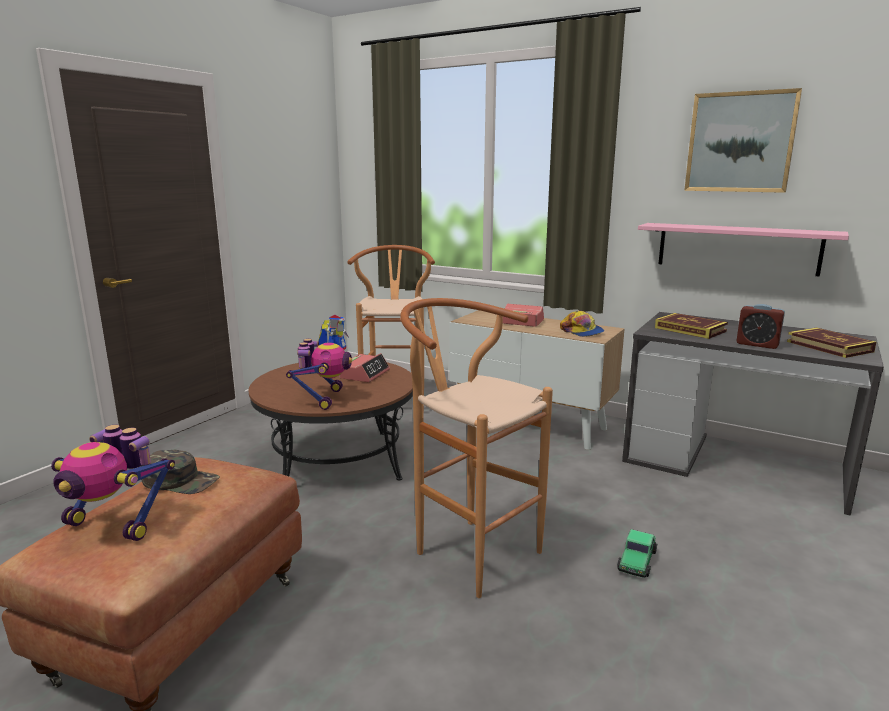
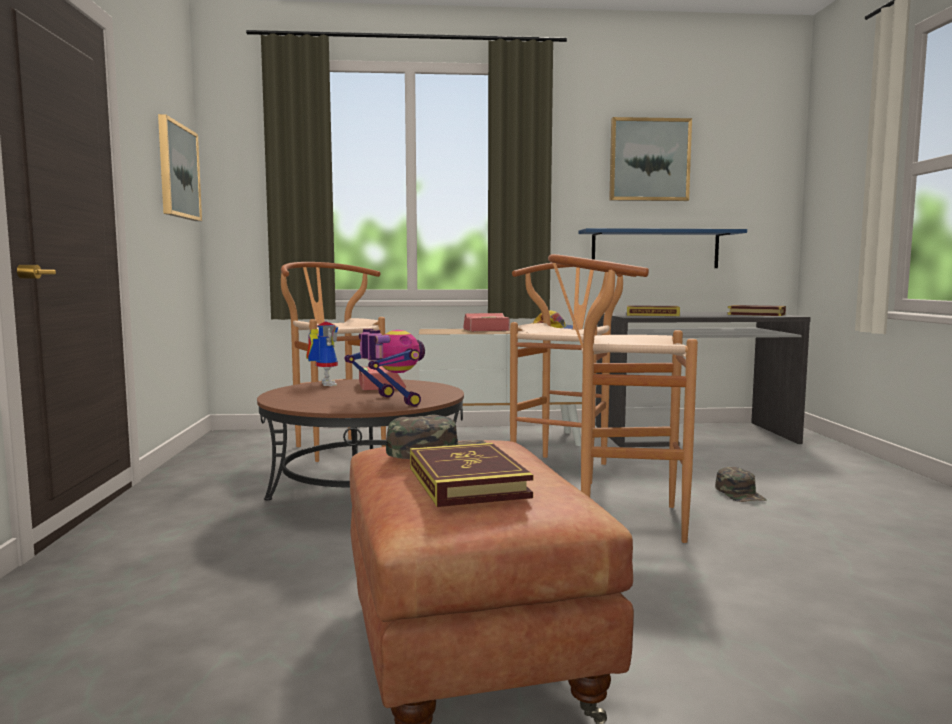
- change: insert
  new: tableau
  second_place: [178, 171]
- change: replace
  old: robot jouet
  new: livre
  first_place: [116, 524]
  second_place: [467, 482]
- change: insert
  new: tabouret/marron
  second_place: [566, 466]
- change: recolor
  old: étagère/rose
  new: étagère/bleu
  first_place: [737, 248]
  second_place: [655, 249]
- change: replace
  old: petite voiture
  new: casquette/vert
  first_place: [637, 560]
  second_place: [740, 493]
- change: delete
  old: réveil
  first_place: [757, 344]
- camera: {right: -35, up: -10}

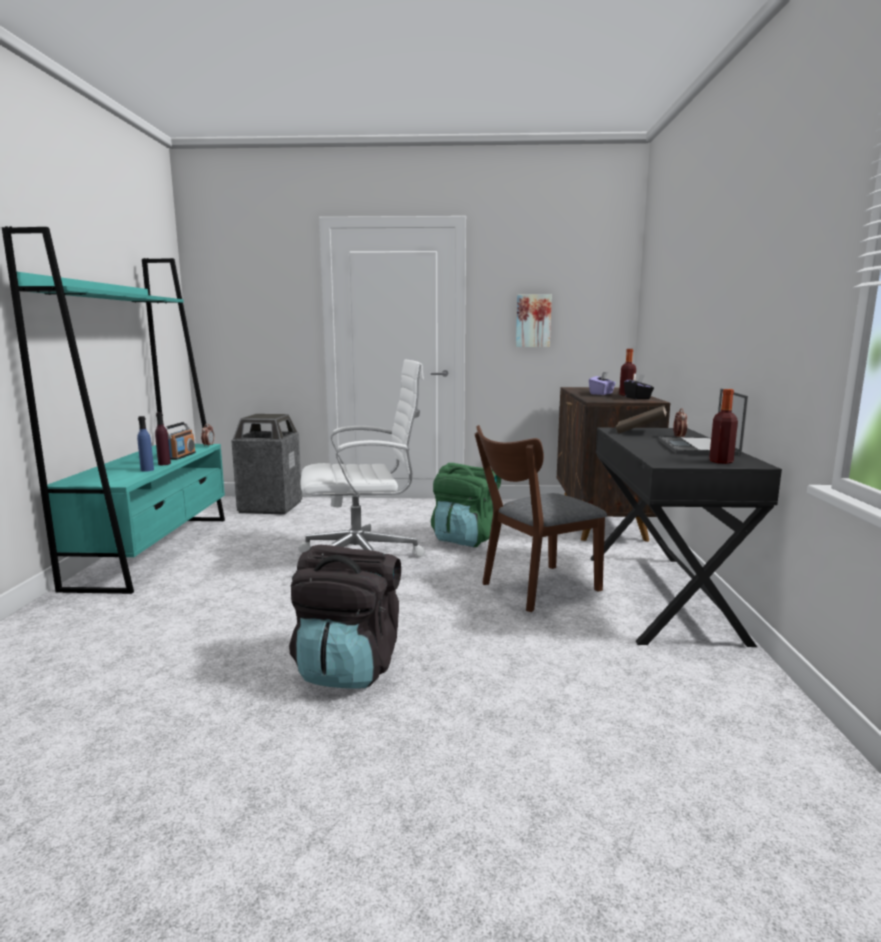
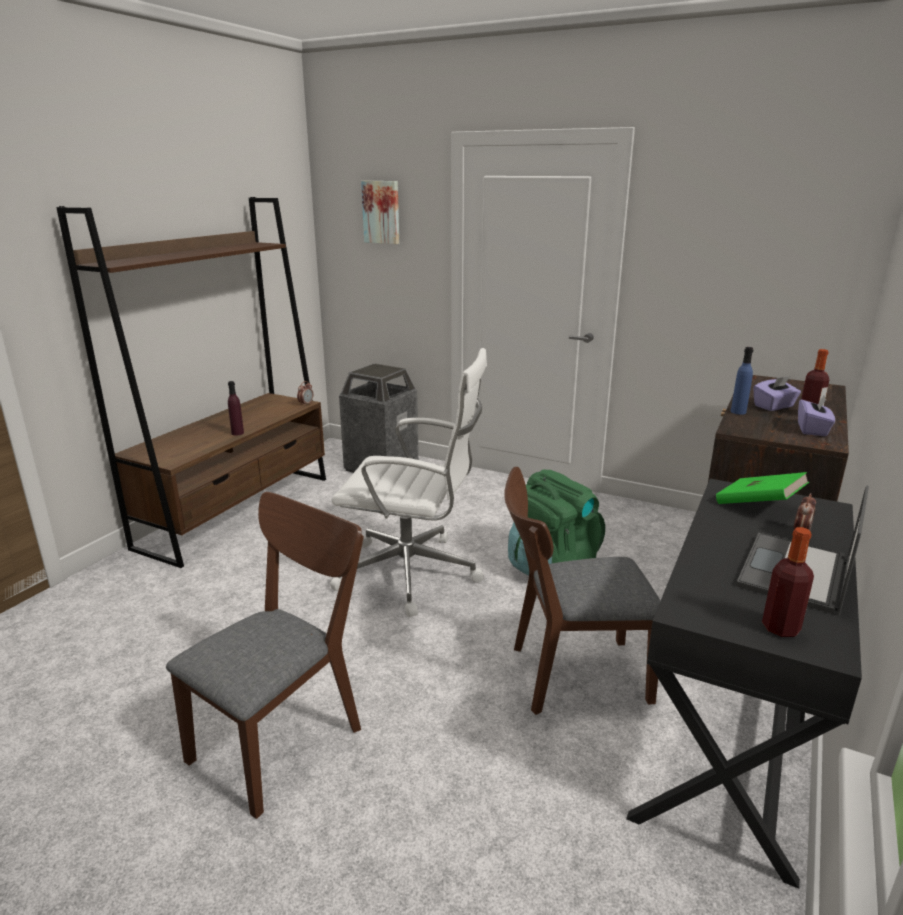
- change: recolor
  old: bibliothèque/turquoise
  new: bibliothèque/marron
  first_place: [154, 550]
  second_place: [238, 511]
- change: replace
  old: sac à dos/noir
  new: chaise/marron
  first_place: [349, 667]
  second_place: [285, 735]
- change: move
  old: tableau
  first_place: [533, 321]
  second_place: [382, 212]
- change: recolor
  old: livre/marron
  new: livre/vert
  first_place: [640, 432]
  second_place: [758, 505]
- change: move
  old: bouteille/bleu
  first_place: [147, 470]
  second_place: [738, 412]
- change: recolor
  old: boîte à mouchoirs/noir
  new: boîte à mouchoirs/violet
  first_place: [637, 398]
  second_place: [812, 429]
- change: delete
  old: radio
  first_place: [181, 456]
- camera: {right: 25, up: 10}

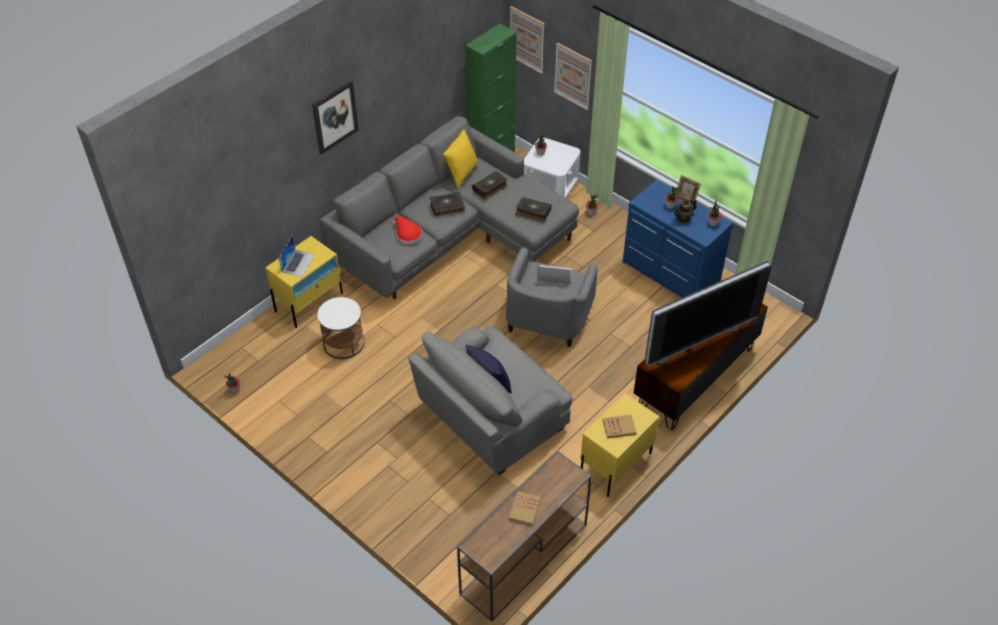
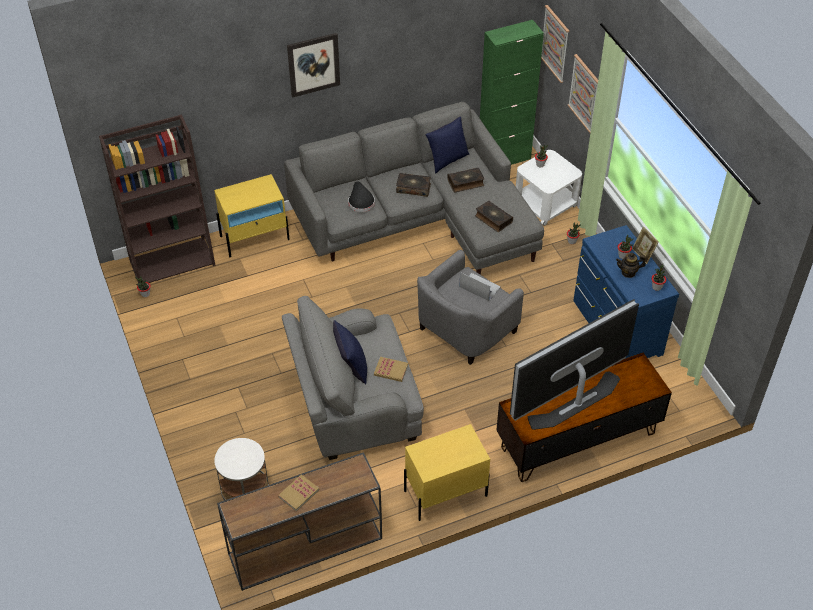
- change: insert
  new: bibliothèque/marron
  second_place: [173, 261]
- change: move
  old: table d'appoint/blanc
  first_place: [343, 343]
  second_place: [244, 487]
- change: recolor
  old: chapeau/rouge
  new: chapeau/noir
  first_place: [407, 234]
  second_place: [360, 201]
- change: move
  old: livre
  first_place: [619, 427]
  second_place: [391, 370]
- change: recolor
  old: coussin/jaune
  new: coussin/bleu
  first_place: [461, 174]
  second_place: [447, 160]
- change: rotate
  old: téléviseur
  first_place: [696, 342]
  second_place: [573, 400]
  degrees: 150
- change: delete
  old: ordinateur portable
  first_place: [298, 263]
- camera: {right: 25, up: 0}

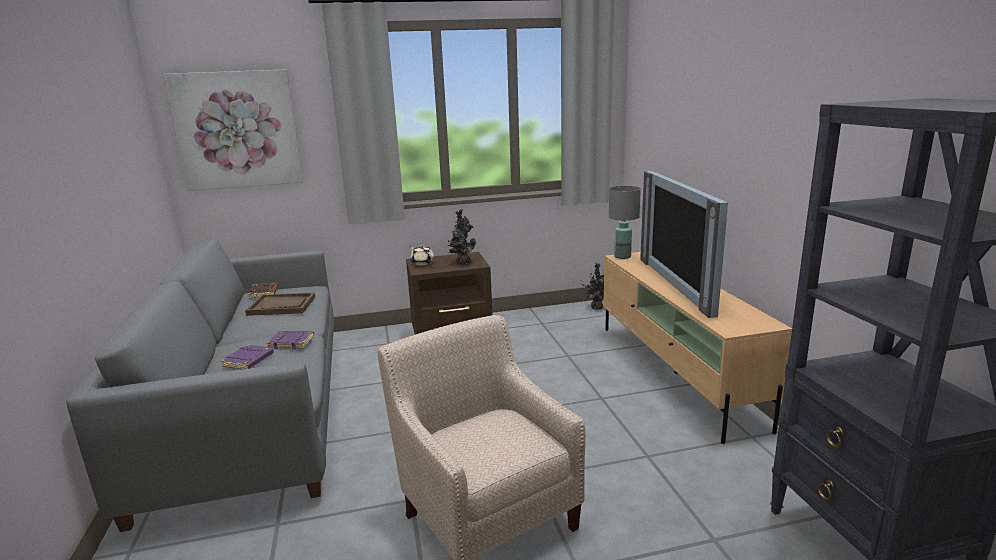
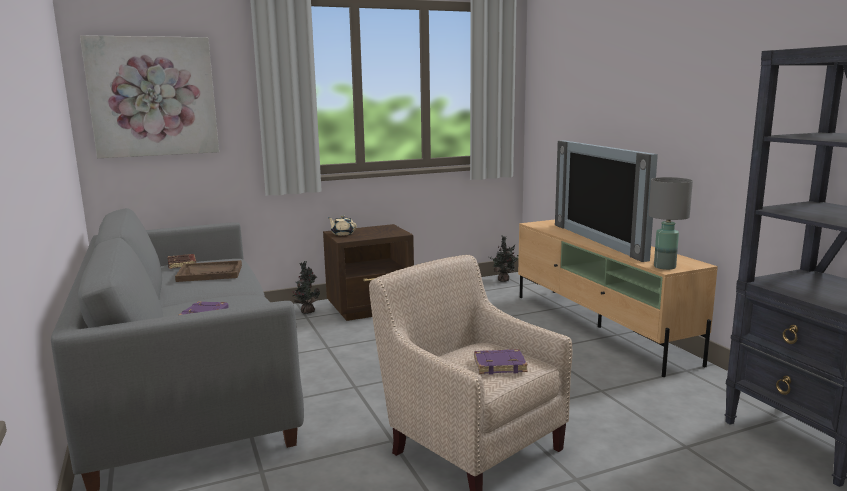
- change: move
  old: plante en pot
  first_place: [462, 262]
  second_place: [306, 311]
- change: move
  old: livre/violet
  first_place: [292, 342]
  second_place: [500, 365]
- change: move
  old: lampe de table/gris
  first_place: [622, 257]
  second_place: [664, 267]
- camera: {right: -10, up: -5}

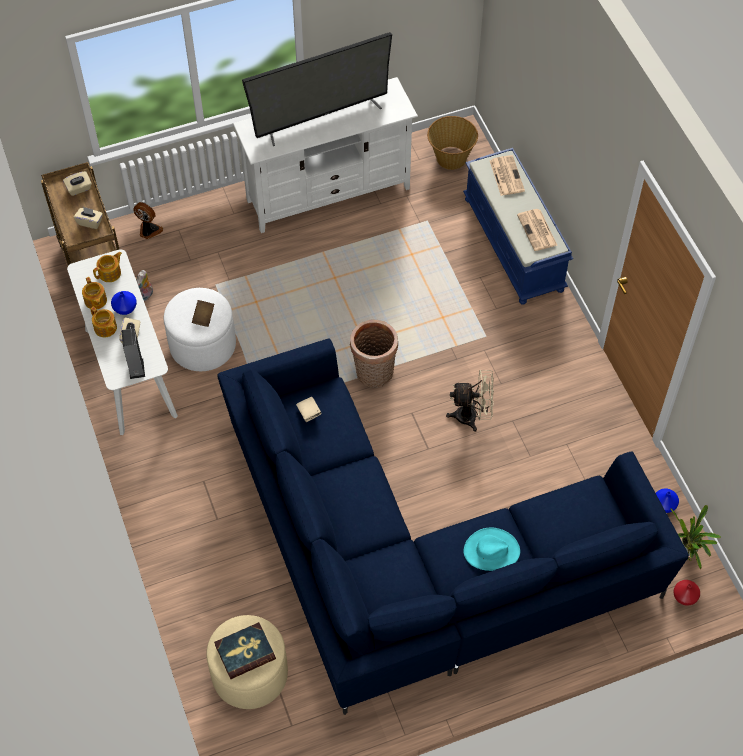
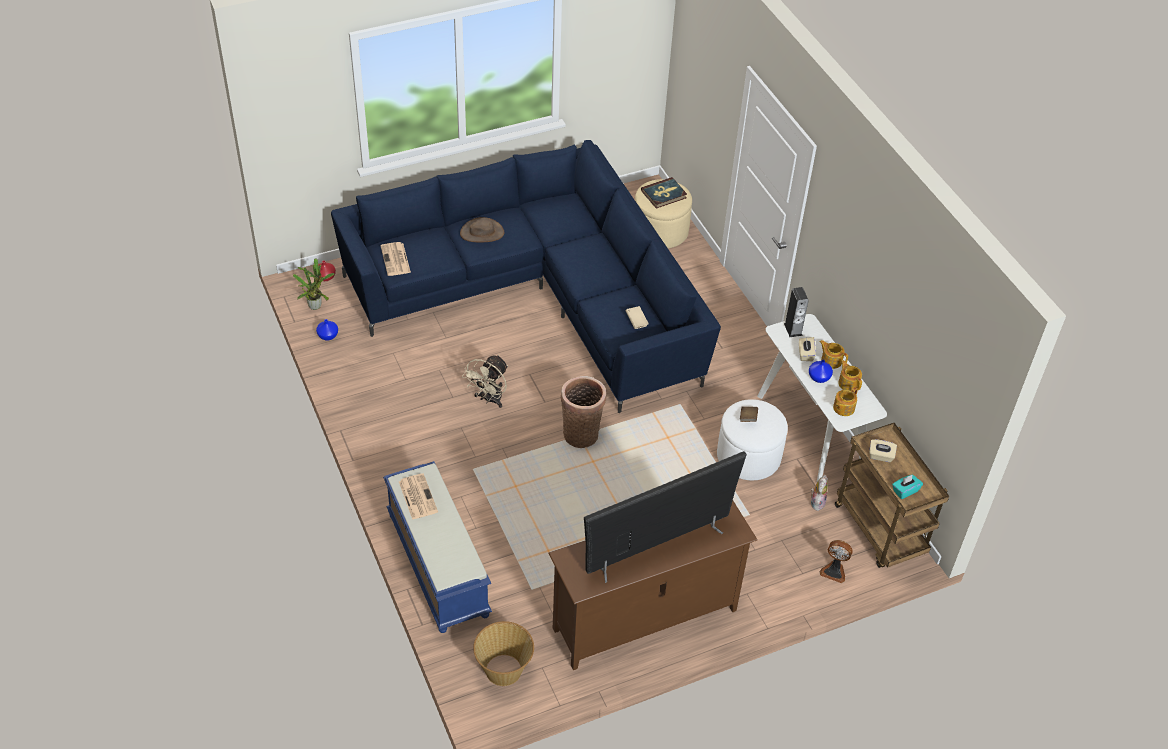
- change: move
  old: journal
  first_place: [506, 175]
  second_place: [396, 260]
- change: recolor
  old: chapeau/turquoise
  new: chapeau/marron
  first_place: [491, 551]
  second_place: [482, 233]
- change: rotate
  old: ventilateur/beige
  first_place: [472, 416]
  second_place: [489, 399]
  degrees: -60
- change: recolor
  old: meuble télé/blanc
  new: meuble télé/marron
  first_place: [328, 193]
  second_place: [645, 620]
- change: recolor
  old: boîte à mouchoirs/beige
  new: boîte à mouchoirs/turquoise
  first_place: [79, 189]
  second_place: [905, 491]
- camera: {right: 175, up: -10}

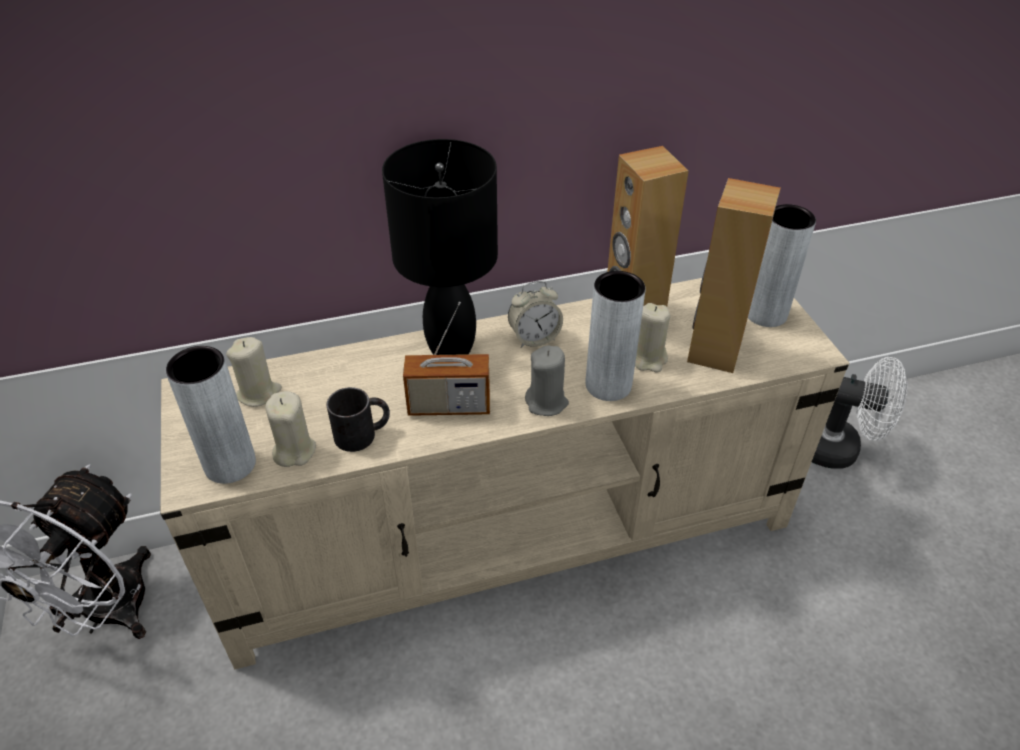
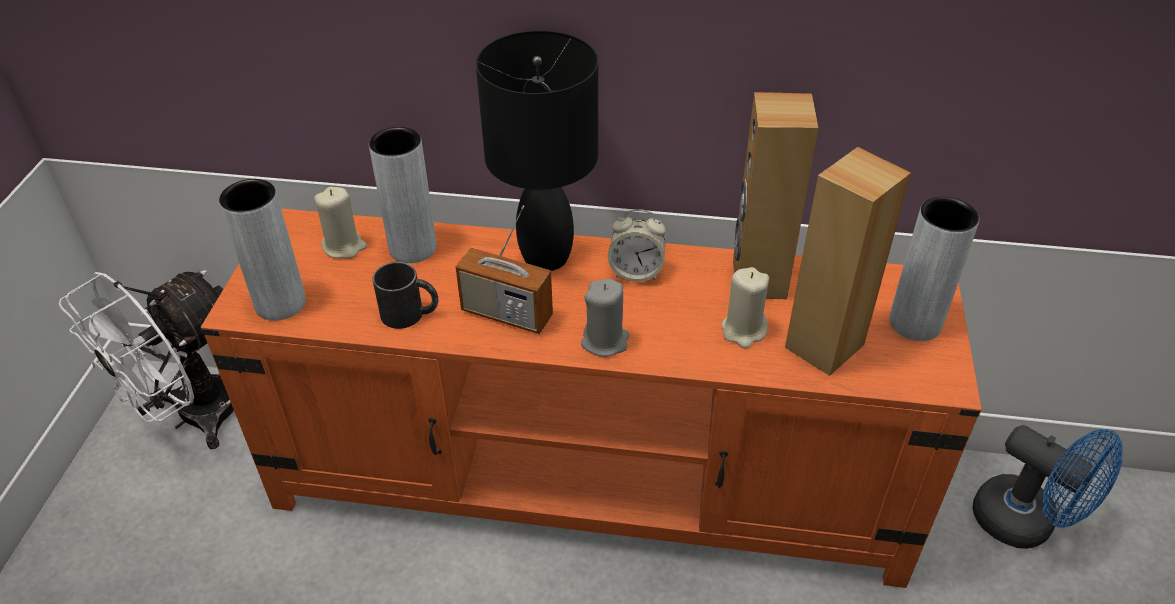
- change: recolor
  old: meuble télé/beige
  new: meuble télé/orange
  first_place: [511, 535]
  second_place: [592, 481]
- change: move
  old: vase/gris
  first_place: [608, 385]
  second_place: [413, 248]
- change: recolor
  old: ventilateur/blanc
  new: ventilateur/bleu
  first_place: [838, 449]
  second_place: [1026, 524]
- change: delete
  old: bougie/beige
  first_place: [294, 450]
- camera: {right: 25, up: 0}

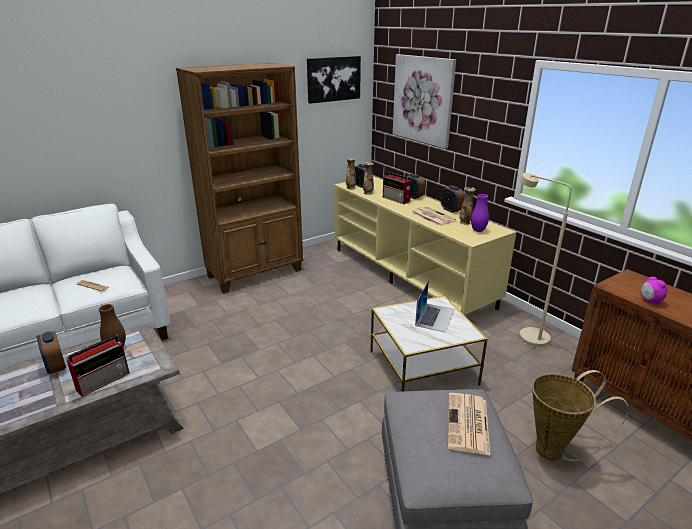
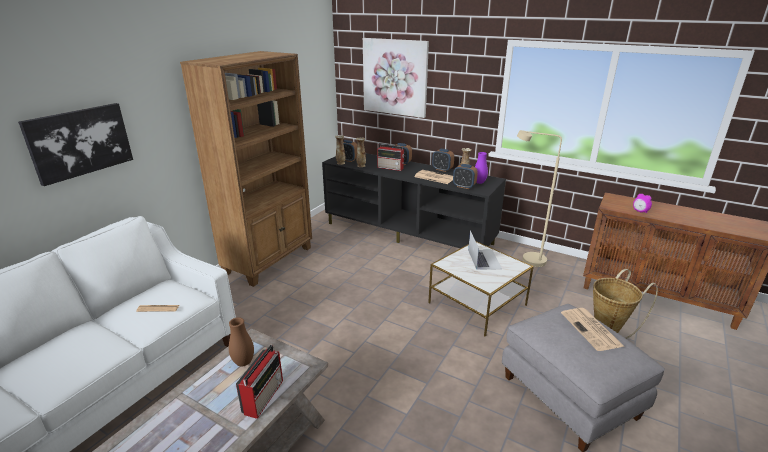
- change: move
  old: tableau
  first_place: [333, 79]
  second_place: [80, 142]
- change: recolor
  old: meuble télé/beige
  new: meuble télé/noir
  first_place: [409, 277]
  second_place: [408, 233]
- change: move
  old: réveil
  first_place: [56, 366]
  second_place: [464, 186]
- camera: {right: -25, up: 0}

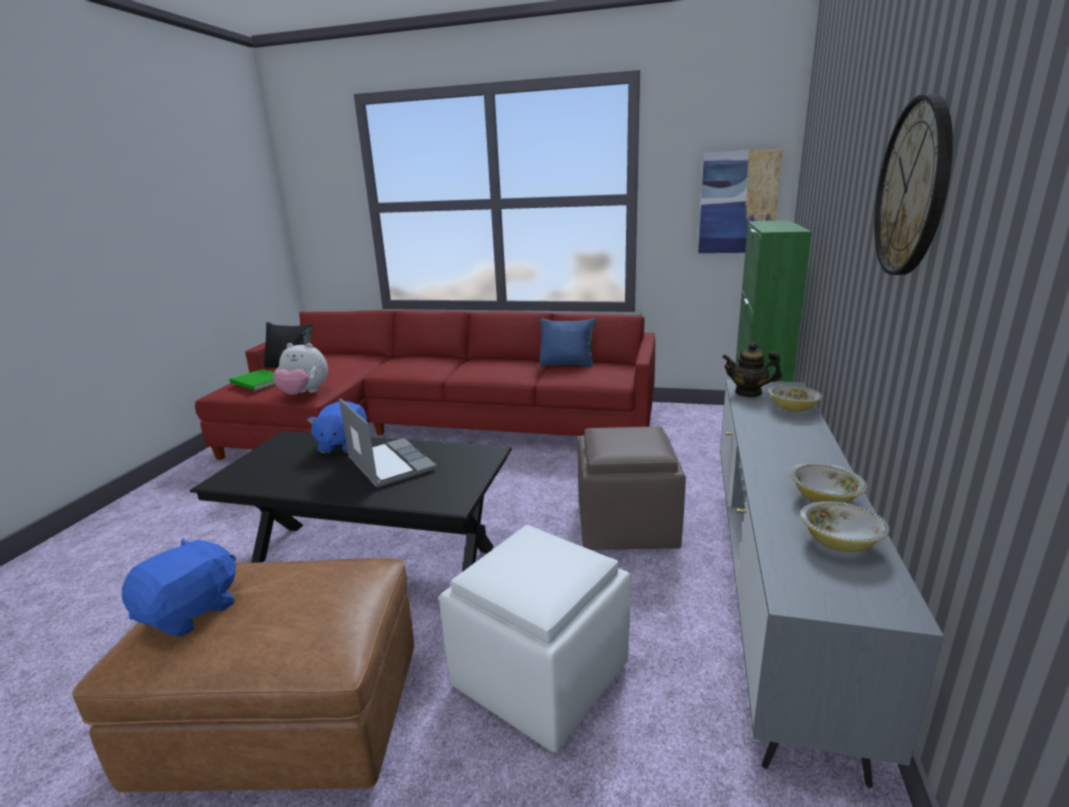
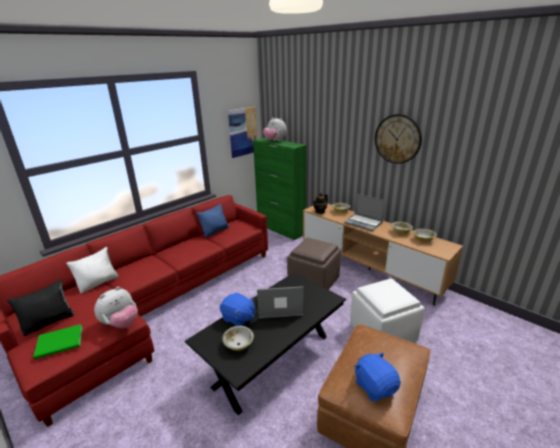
- change: insert
  new: coussin/blanc
  second_place: [98, 283]
- change: insert
  new: bol
  second_place: [238, 344]
- change: insert
  new: peluche
  second_place: [275, 141]
- change: recolor
  old: meuble télé/gris
  new: meuble télé/marron
  first_place: [774, 586]
  second_place: [369, 269]
- change: insert
  new: ordinateur portable
  second_place: [364, 223]
- camera: {right: -60, up: 5}

